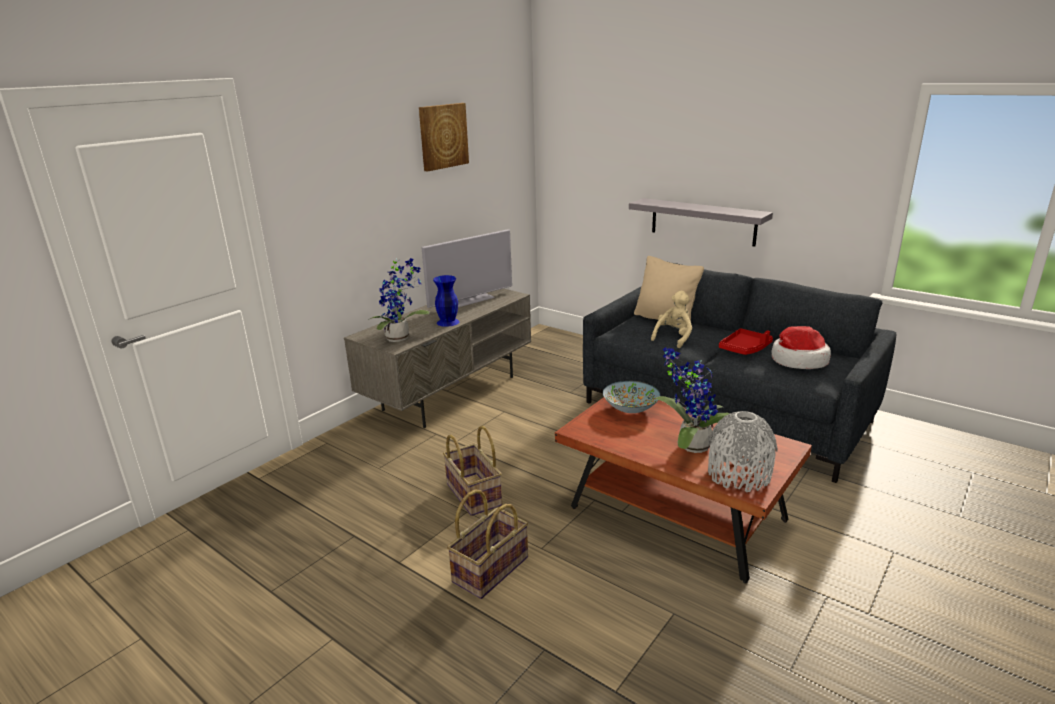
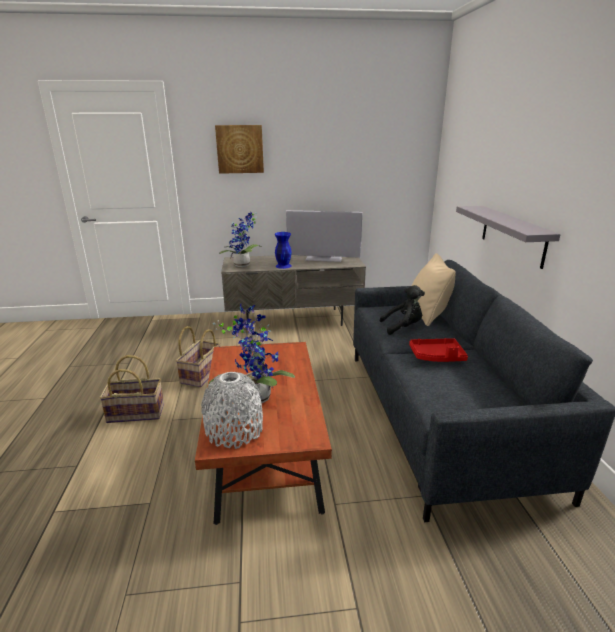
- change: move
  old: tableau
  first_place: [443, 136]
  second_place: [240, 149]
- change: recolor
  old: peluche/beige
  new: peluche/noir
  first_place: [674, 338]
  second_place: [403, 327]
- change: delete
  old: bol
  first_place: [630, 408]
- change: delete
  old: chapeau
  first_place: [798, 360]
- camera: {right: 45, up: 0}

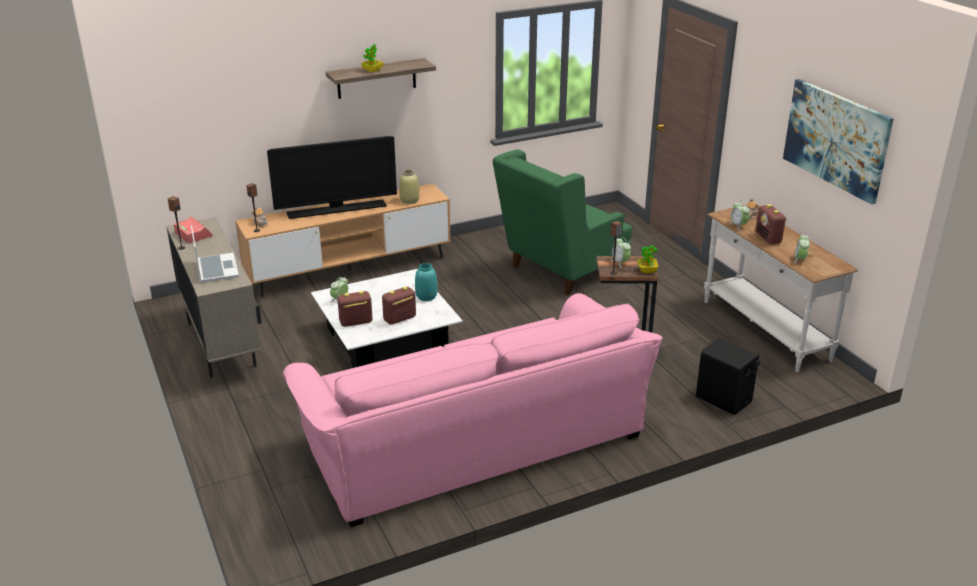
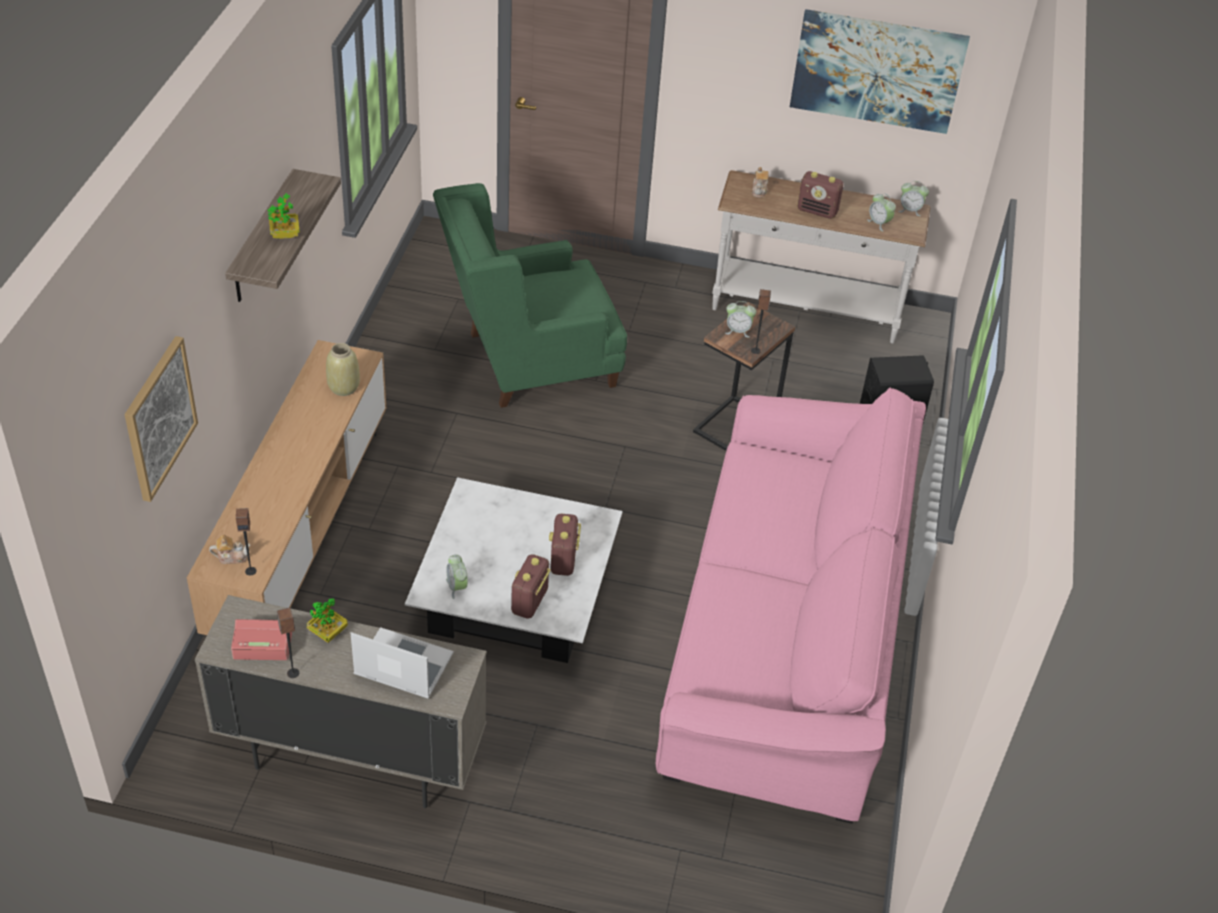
- change: insert
  new: tableau
  second_place: [159, 418]
- change: move
  old: plante en pot
  first_place: [647, 271]
  second_place: [328, 632]
- change: rotate
  old: fauteuil/vert
  first_place: [561, 270]
  second_place: [528, 362]
  degrees: 75
- change: move
  old: réveil
  first_place: [738, 225]
  second_place: [910, 210]
- change: delete
  old: téléviseur
  first_place: [337, 209]
- change: delete
  old: vase/turquoise
  first_place: [426, 296]
- camera: {right: -55, up: 15}

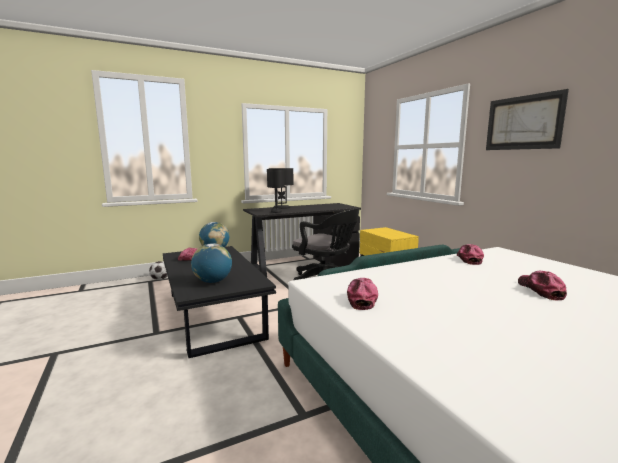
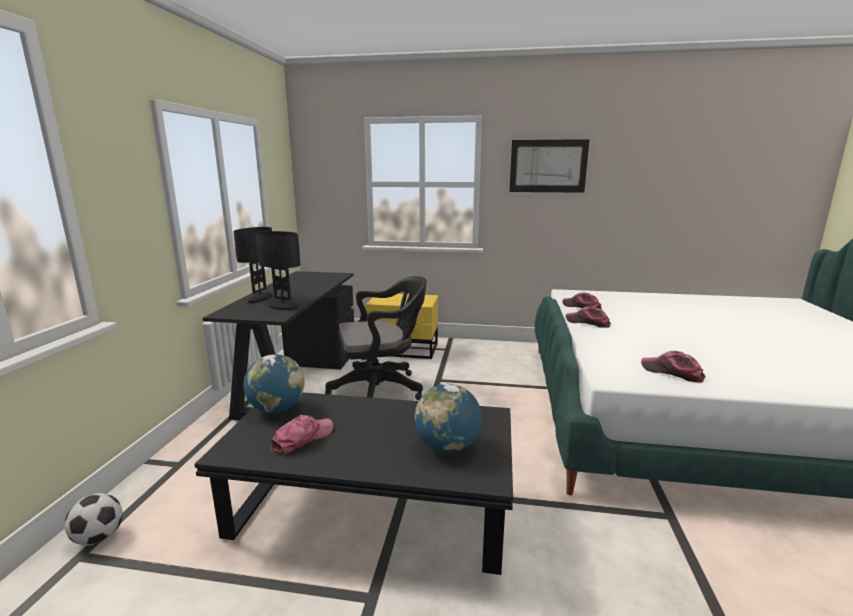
- change: move
  old: casquette
  first_place: [540, 290]
  second_place: [588, 322]
- camera: {right: -55, up: 5}

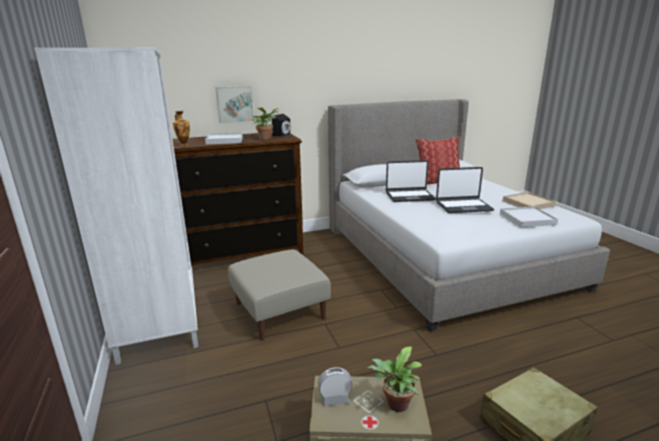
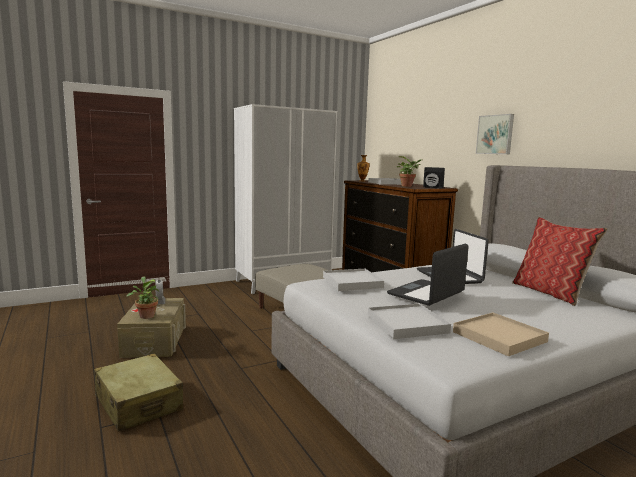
- change: insert
  new: plateau/blanc
  second_place: [352, 282]
- change: rotate
  old: ordinateur portable
  first_place: [463, 206]
  second_place: [427, 294]
  degrees: 60
- change: move
  old: tableau
  first_place: [234, 104]
  second_place: [495, 134]
- camera: {right: 80, up: -10}

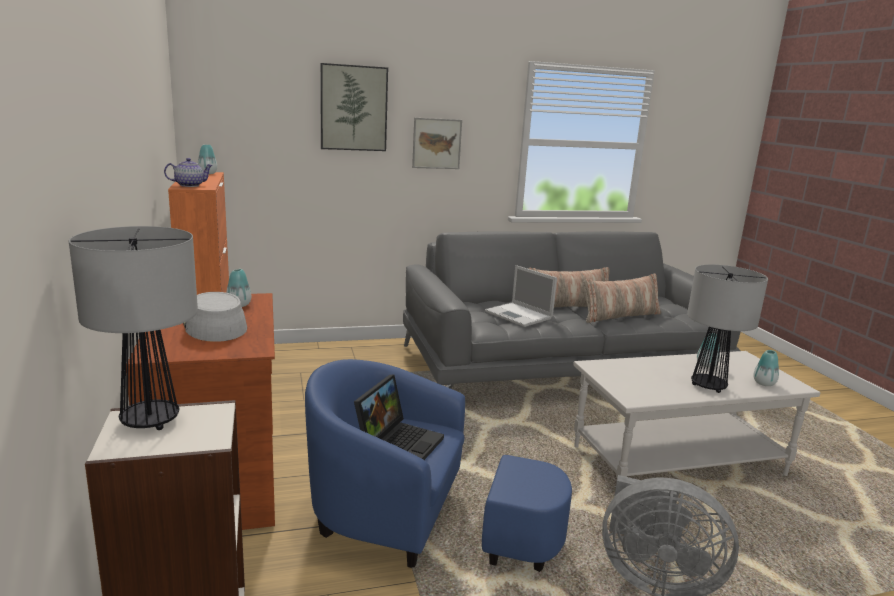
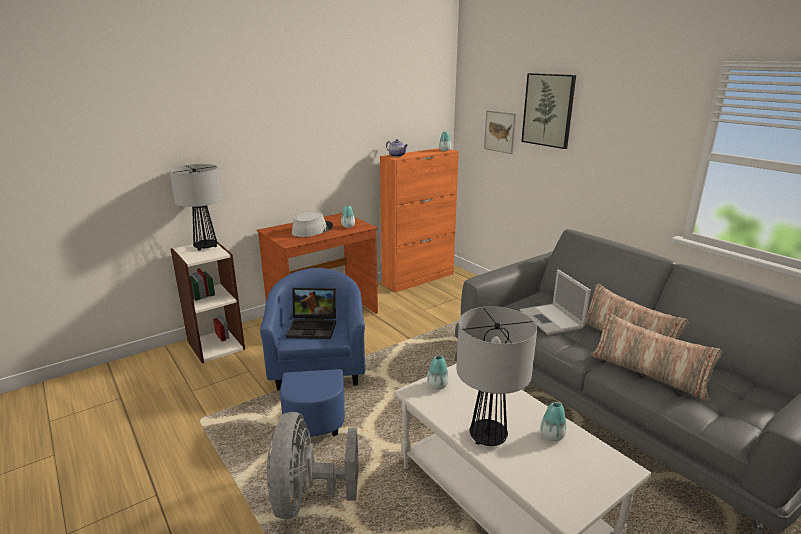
- change: move
  old: vase
  first_place: [764, 383]
  second_place: [437, 385]
- change: move
  old: tableau
  first_place: [436, 143]
  second_place: [500, 131]
- change: rotate
  old: ordinateur portable
  first_place: [519, 315]
  second_place: [552, 320]
  degrees: -45
- camera: {right: 70, up: 5}

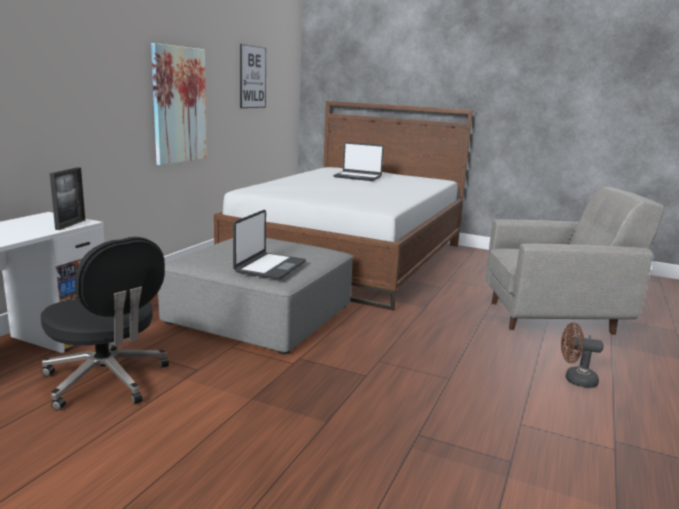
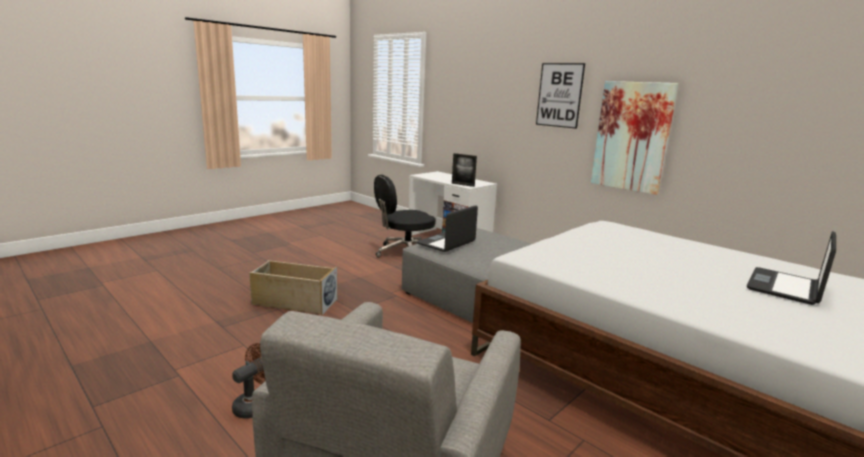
- change: insert
  new: boîte de rangement/beige
  second_place: [294, 302]
- change: rotate
  old: ordinateur portable
  first_place: [269, 267]
  second_place: [446, 243]
  degrees: 90
- change: move
  old: tableau
  first_place: [253, 77]
  second_place: [559, 95]
- camera: {right: 110, up: 0}

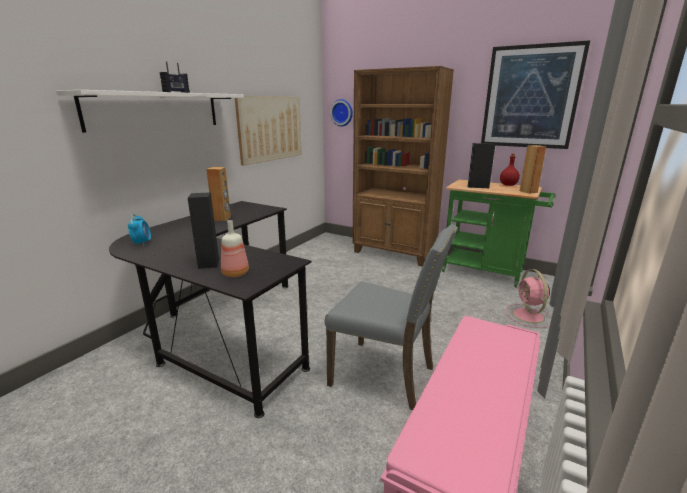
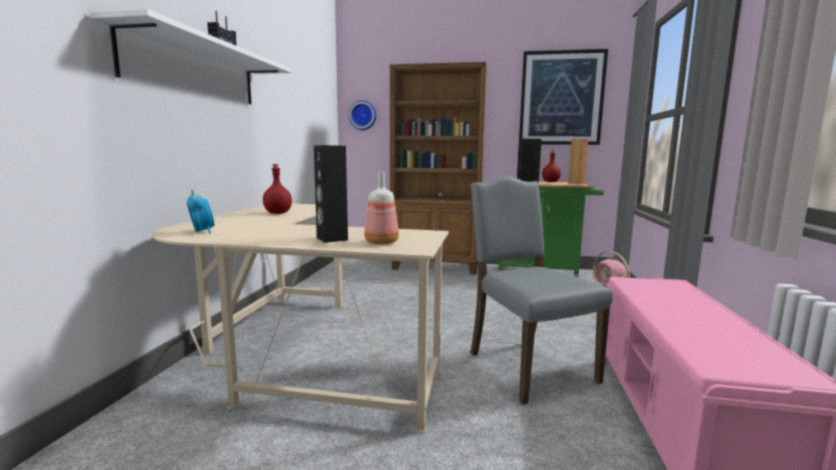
- change: recolor
  old: bureau/noir
  new: bureau/beige
  first_place: [224, 330]
  second_place: [295, 356]
- change: replace
  old: enceinte/marron
  new: bouteille/rouge
  first_place: [222, 218]
  second_place: [277, 213]
- change: rotate
  old: chaise/gris
  first_place: [385, 375]
  second_place: [527, 366]
  degrees: -120
- change: delete
  old: tableau
  first_place: [270, 128]
- camera: {right: -20, up: -10}

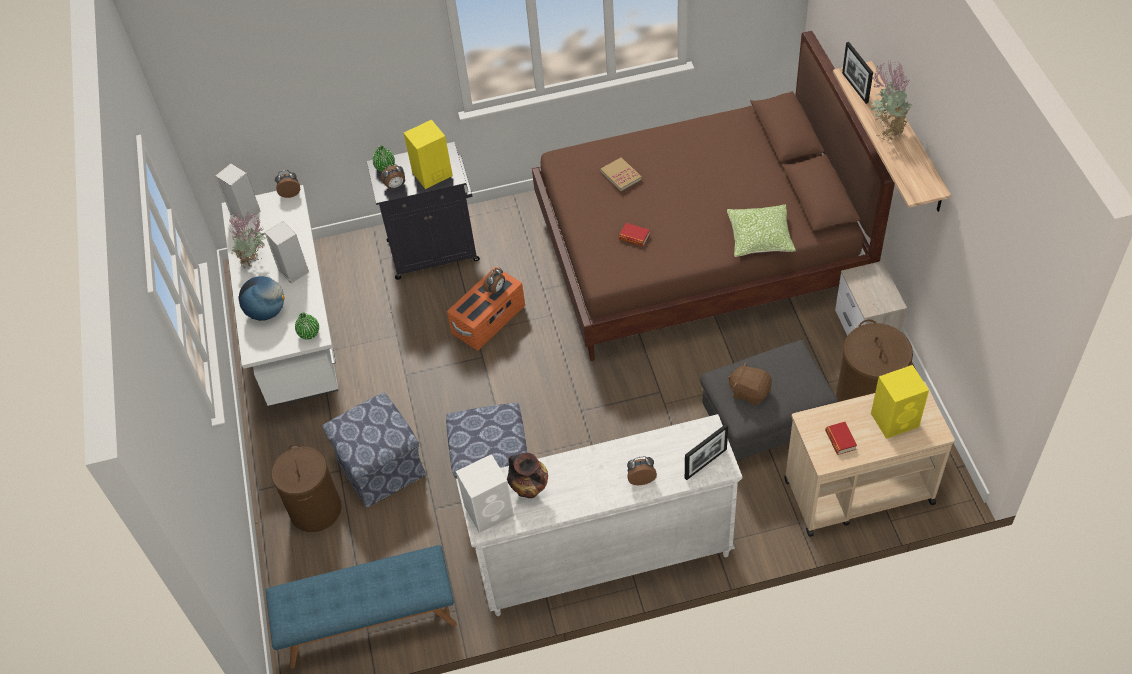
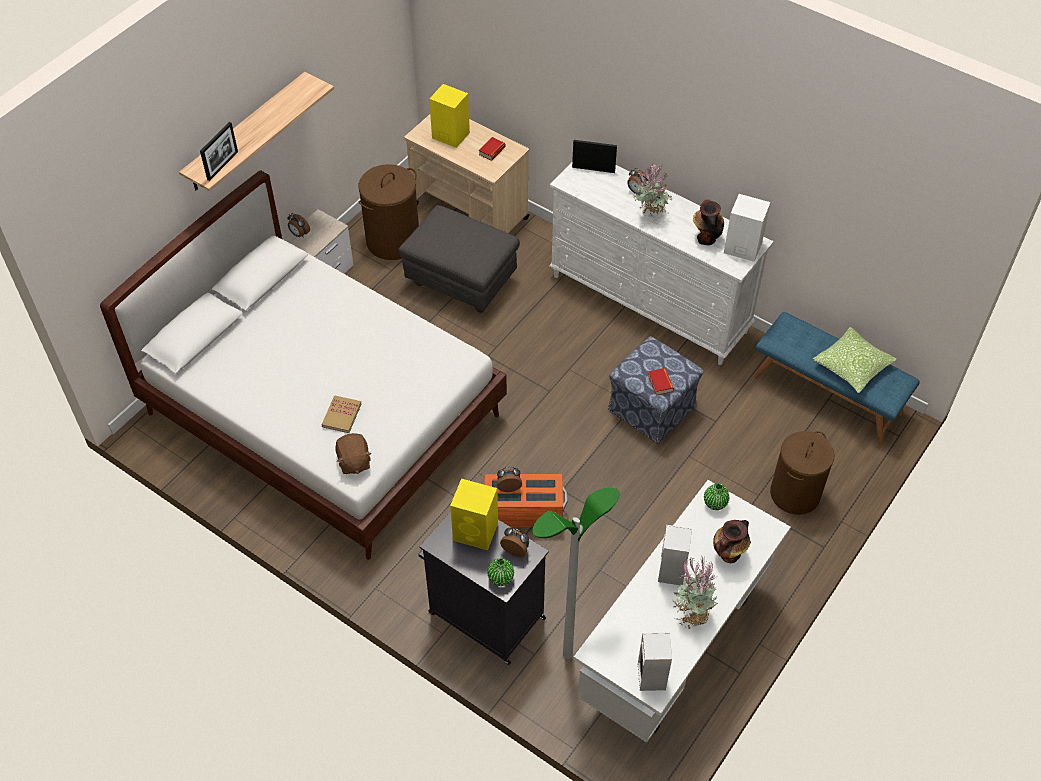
- change: recolor
  old: lit/marron
  new: lit/blanc
  first_place: [699, 253]
  second_place: [324, 414]
- change: move
  old: réveil
  first_place: [290, 193]
  second_place: [299, 234]
- change: move
  old: peluche/marron
  first_place: [749, 391]
  second_place: [354, 462]
- change: insert
  new: lampadaire
  second_place: [567, 654]
- change: move
  old: plante en pot
  first_place: [886, 129]
  second_place: [651, 215]
- change: move
  old: livre
  first_place: [634, 237]
  second_place: [660, 383]
- change: replace
  old: globe
  new: vase
  first_place: [266, 312]
  second_place: [728, 554]
- change: move
  old: coussin
  first_place: [760, 237]
  second_place: [852, 366]
- change: delete
  old: pouf
  first_place: [380, 467]
- camera: {right: -135, up: 0}

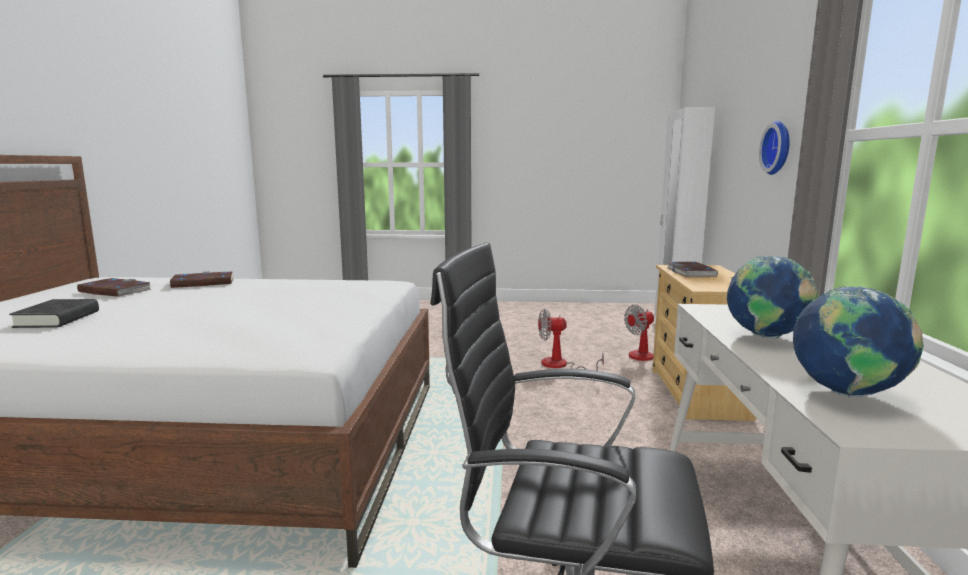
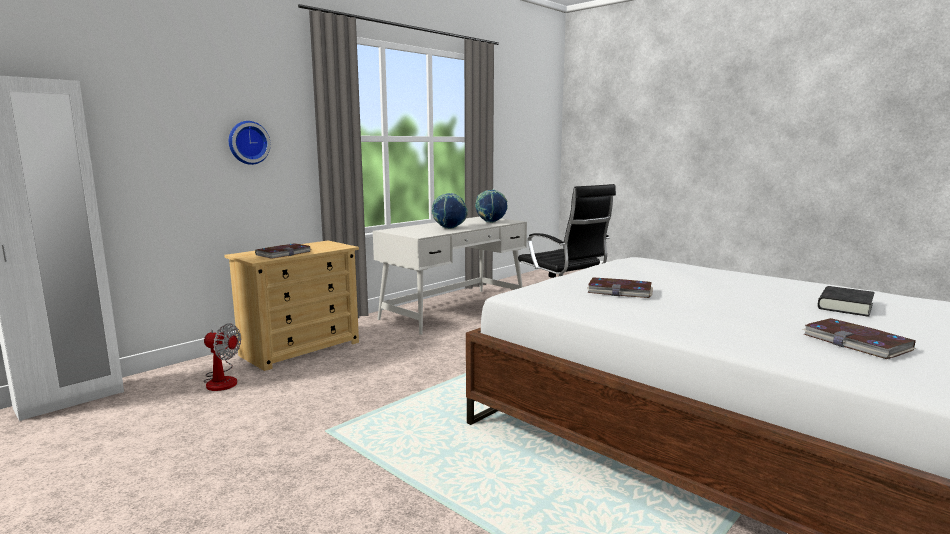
- change: move
  old: livre
  first_place: [202, 283]
  second_place: [620, 291]
- change: delete
  old: ventilateur
  first_place: [561, 366]
- camera: {right: -140, up: 0}

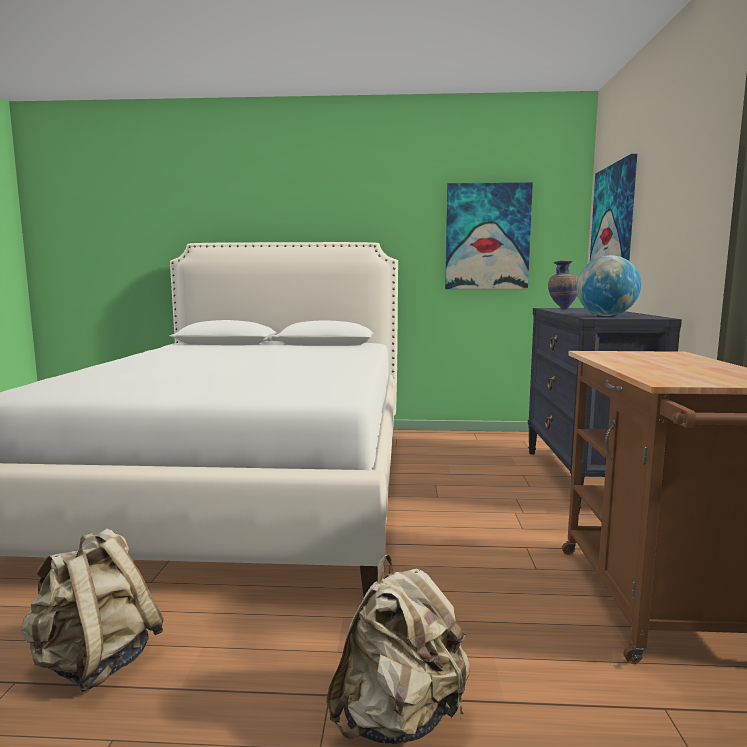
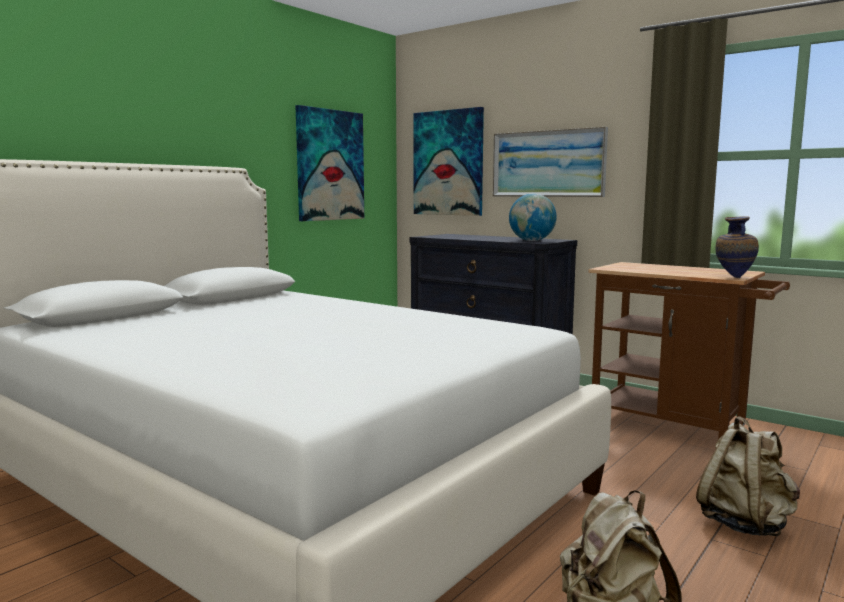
- change: insert
  new: tableau
  second_place: [548, 164]
- change: move
  old: vase
  first_place: [562, 309]
  second_place: [733, 277]
- camera: {right: -55, up: 0}

